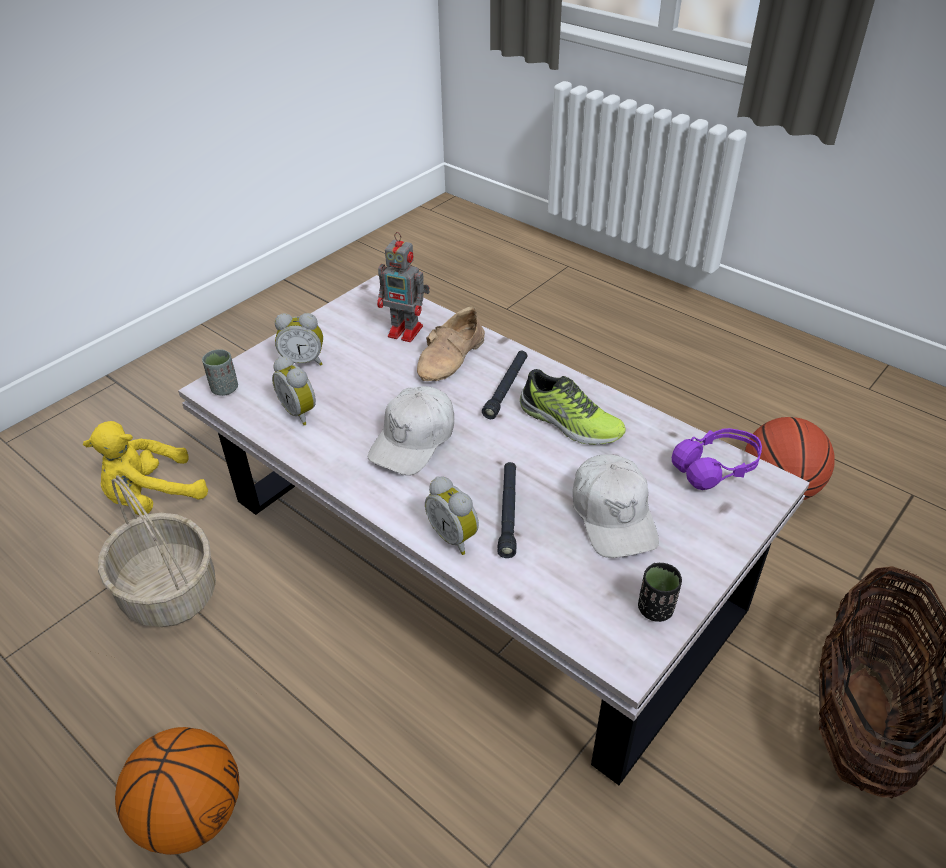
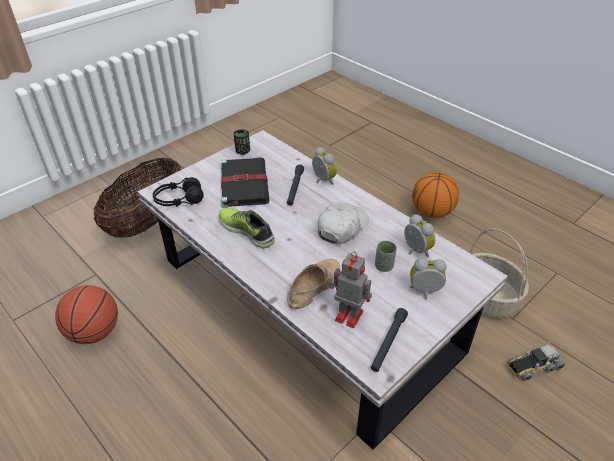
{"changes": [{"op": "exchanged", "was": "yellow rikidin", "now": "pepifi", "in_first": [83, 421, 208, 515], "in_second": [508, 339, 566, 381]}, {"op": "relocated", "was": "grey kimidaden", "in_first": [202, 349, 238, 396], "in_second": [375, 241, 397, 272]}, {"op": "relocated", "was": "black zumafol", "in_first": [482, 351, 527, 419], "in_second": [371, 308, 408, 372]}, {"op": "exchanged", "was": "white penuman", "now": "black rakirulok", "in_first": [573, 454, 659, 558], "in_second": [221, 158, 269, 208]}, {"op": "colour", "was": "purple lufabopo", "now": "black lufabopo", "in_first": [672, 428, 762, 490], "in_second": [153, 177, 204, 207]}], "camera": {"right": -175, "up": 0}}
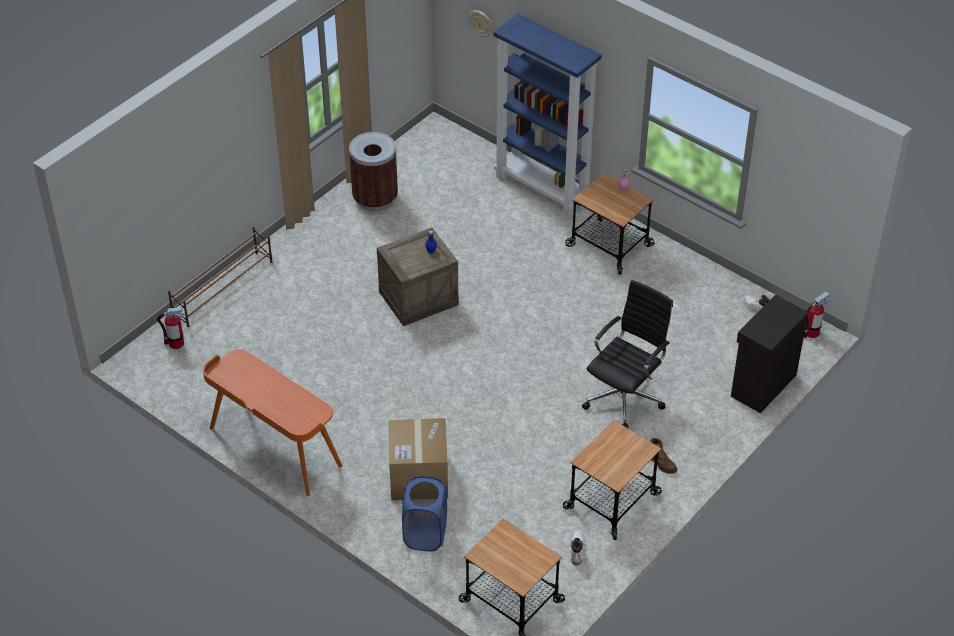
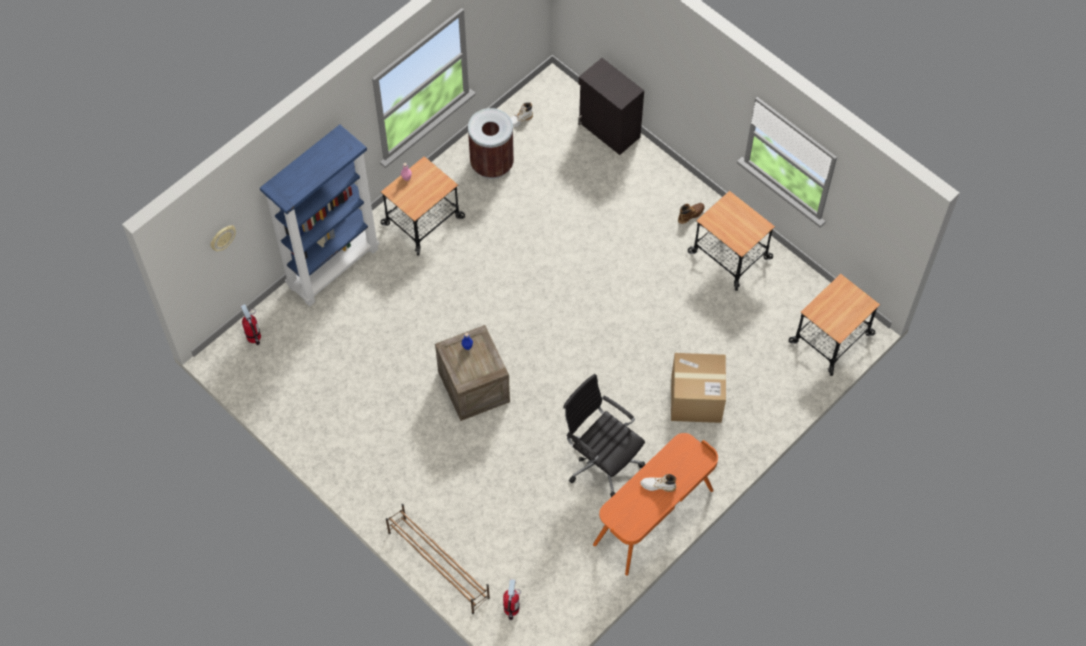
{"changes": [{"op": "relocated", "was": "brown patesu", "in_first": [349, 132, 398, 211], "in_second": [468, 108, 514, 179]}, {"op": "missing", "was": "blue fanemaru", "in_first": [402, 476, 447, 552]}, {"op": "relocated", "was": "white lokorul", "in_first": [570, 531, 585, 566], "in_second": [640, 474, 676, 492]}, {"op": "relocated", "was": "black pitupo", "in_first": [582, 280, 673, 429], "in_second": [563, 374, 645, 497]}, {"op": "relocated", "was": "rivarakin", "in_first": [804, 291, 830, 338], "in_second": [241, 304, 261, 345]}], "camera": {"right": -85, "up": 15}}
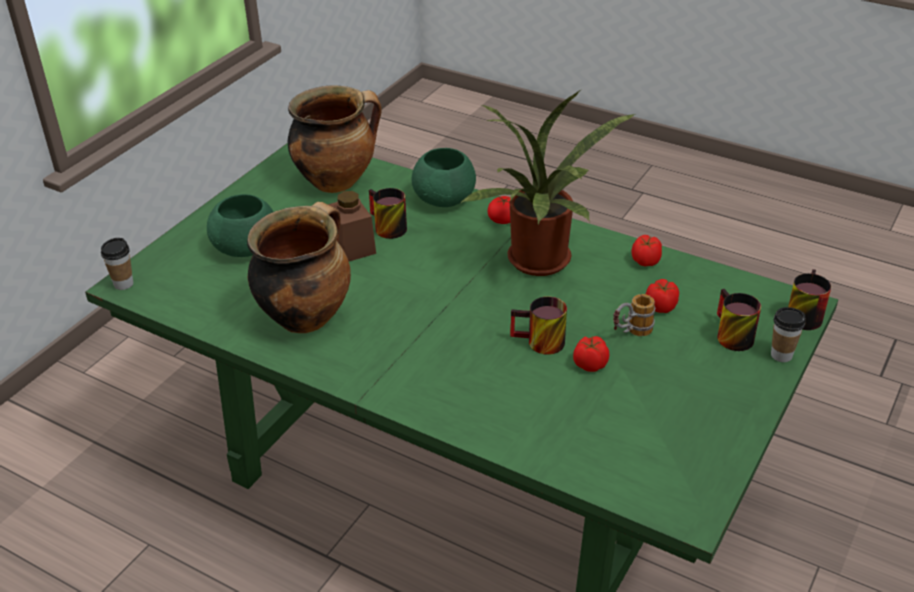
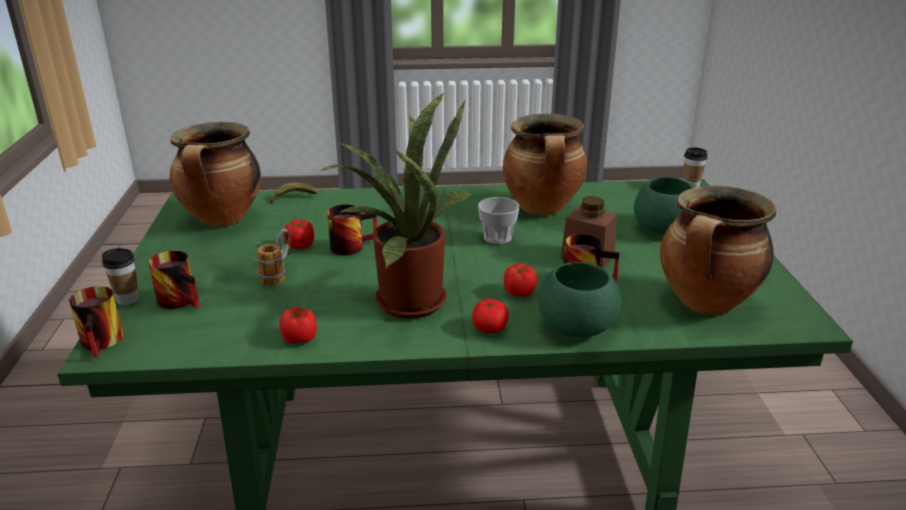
{"changes": [{"op": "relocated", "was": "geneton", "in_first": [646, 279, 679, 313], "in_second": [504, 263, 537, 297]}, {"op": "appeared", "now": "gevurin", "in_second": [170, 122, 261, 227]}, {"op": "appeared", "now": "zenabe", "in_second": [270, 183, 317, 204]}, {"op": "appeared", "now": "kimidaden", "in_second": [478, 197, 519, 244]}], "camera": {"right": 145, "up": -10}}
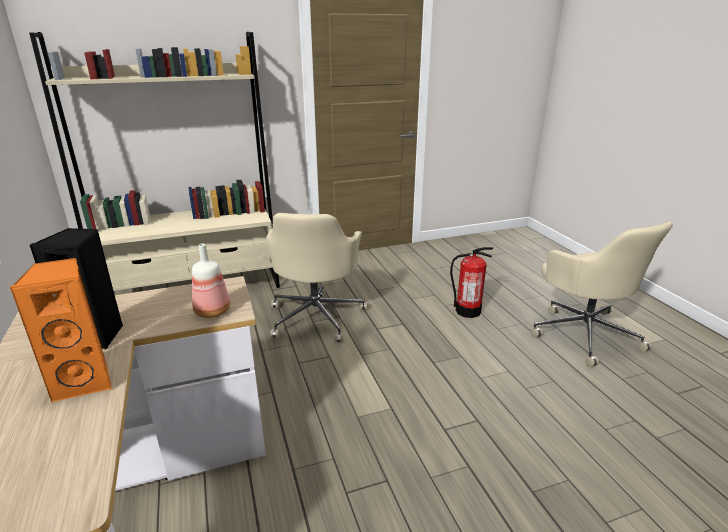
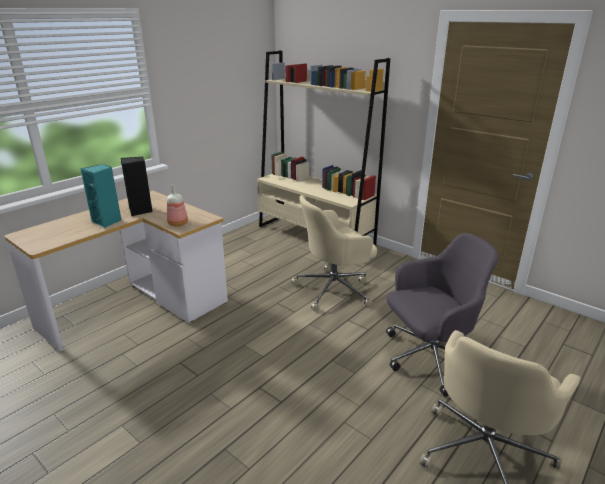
{"changes": [{"op": "colour", "was": "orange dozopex", "now": "turquoise dozopex", "in_first": [9, 258, 112, 402], "in_second": [80, 164, 122, 228]}, {"op": "exchanged", "was": "rivarakin", "now": "grey pitupo", "in_first": [450, 247, 493, 318], "in_second": [386, 233, 498, 397]}], "camera": {"right": 60, "up": 0}}
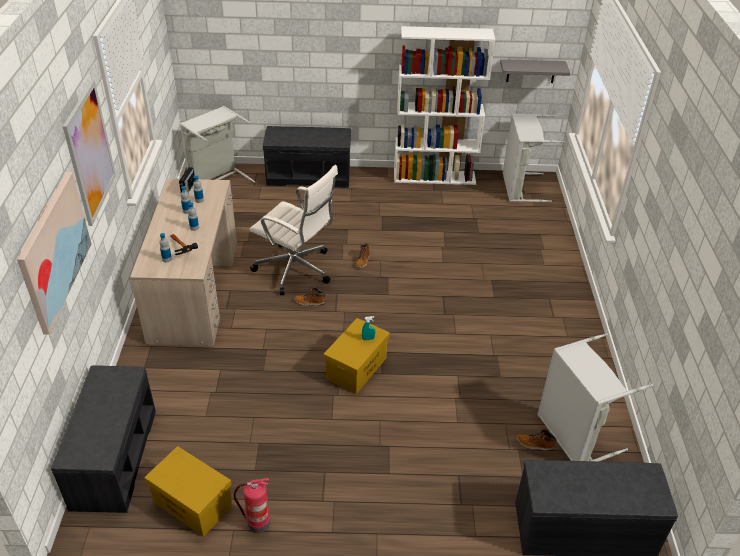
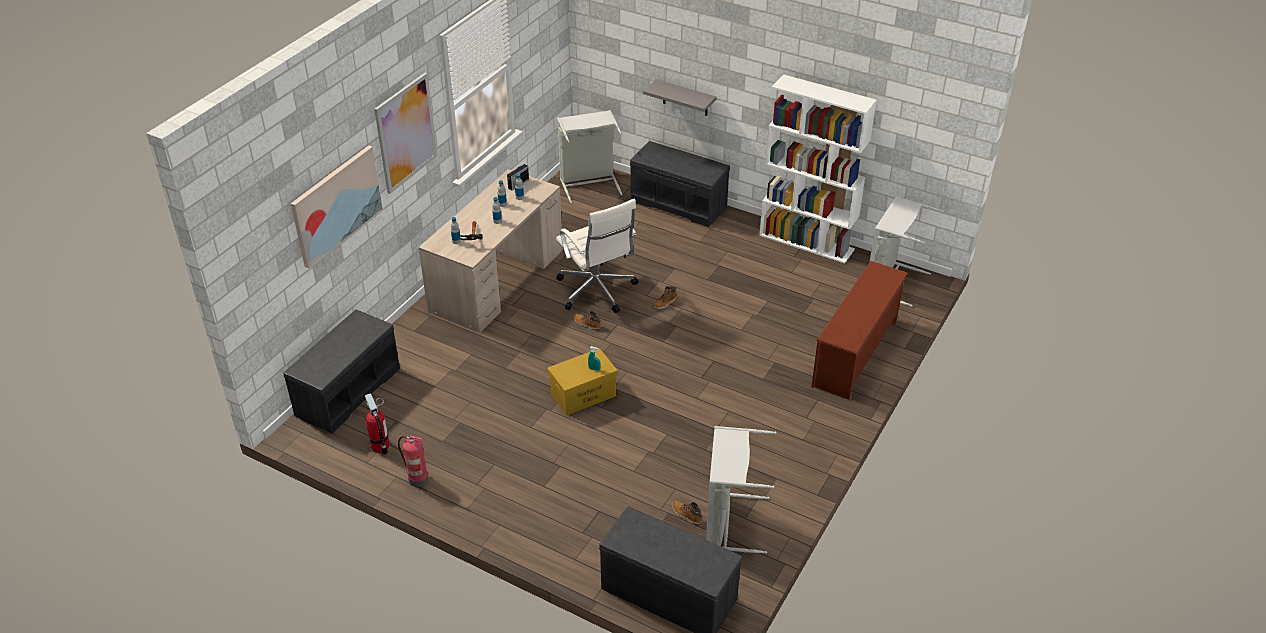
{"changes": [{"op": "exchanged", "was": "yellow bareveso", "now": "rivarakin", "in_first": [144, 446, 232, 537], "in_second": [365, 393, 390, 455]}, {"op": "relocated", "was": "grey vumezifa", "in_first": [500, 59, 570, 83], "in_second": [643, 79, 717, 116]}, {"op": "appeared", "now": "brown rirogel", "in_second": [811, 261, 908, 400]}], "camera": {"right": 30, "up": 0}}
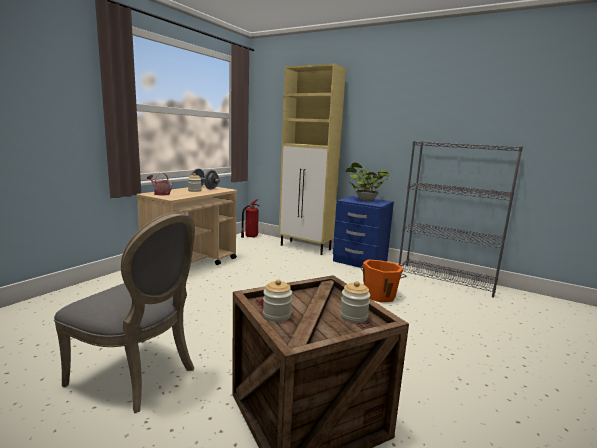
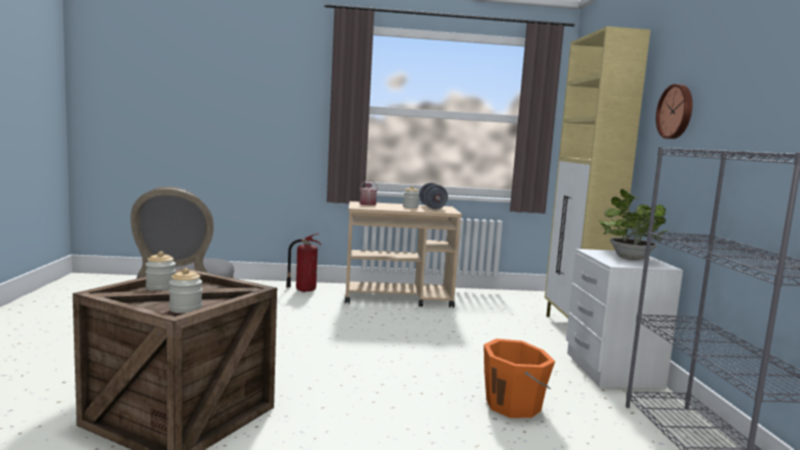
{"changes": [{"op": "relocated", "was": "rivarakin", "in_first": [241, 199, 259, 238], "in_second": [286, 233, 321, 292]}, {"op": "colour", "was": "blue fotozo", "now": "white fotozo", "in_first": [333, 196, 394, 268], "in_second": [566, 249, 683, 389]}, {"op": "appeared", "now": "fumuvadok", "in_second": [656, 84, 693, 139]}], "camera": {"right": 55, "up": -5}}
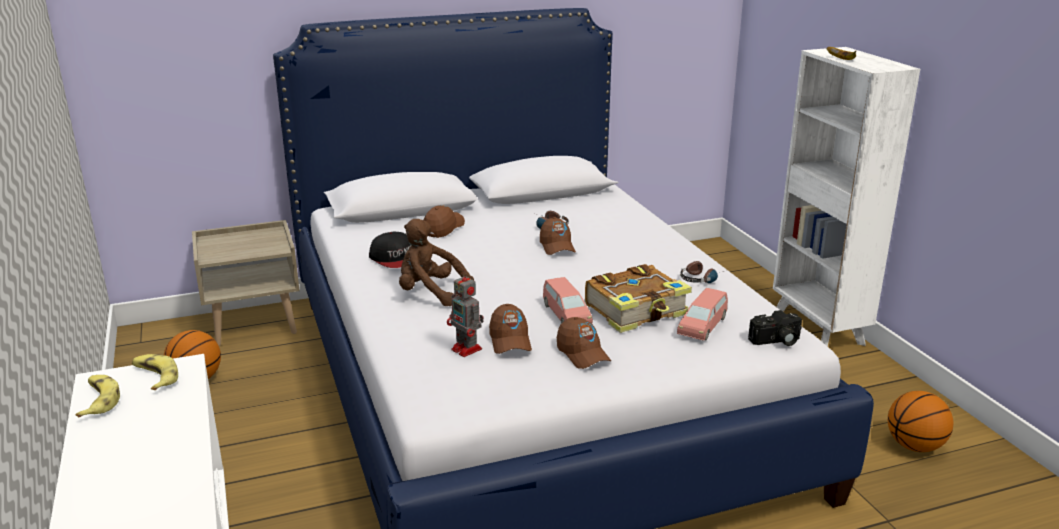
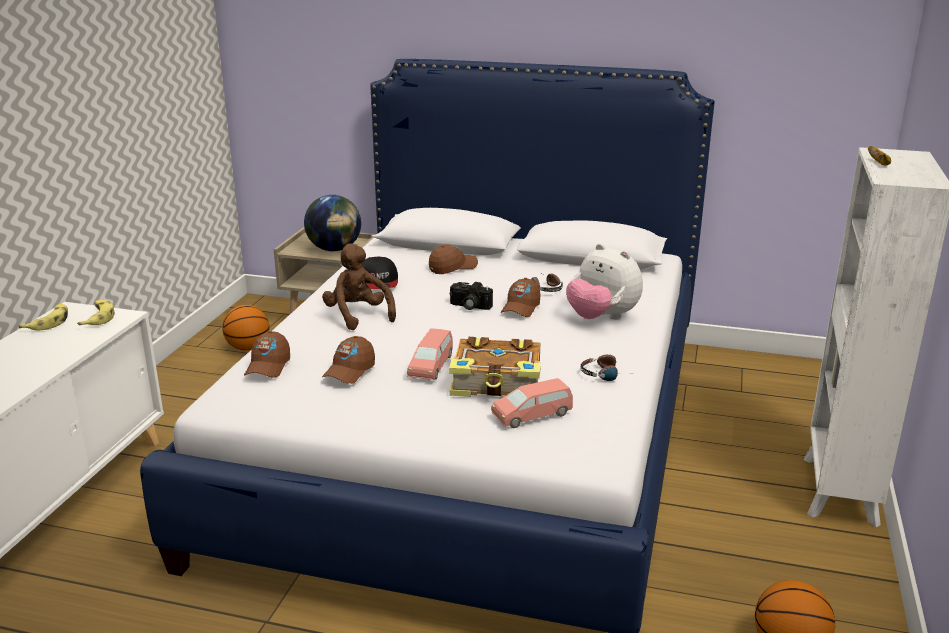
{"changes": [{"op": "missing", "was": "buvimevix", "in_first": [447, 270, 484, 357]}, {"op": "relocated", "was": "brown penuman", "in_first": [557, 317, 611, 369], "in_second": [244, 331, 290, 378]}, {"op": "relocated", "was": "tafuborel", "in_first": [748, 310, 802, 346], "in_second": [450, 282, 493, 310]}, {"op": "appeared", "now": "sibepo", "in_second": [304, 195, 361, 251]}, {"op": "appeared", "now": "rikidin", "in_second": [566, 244, 643, 320]}], "camera": {"right": 35, "up": 0}}
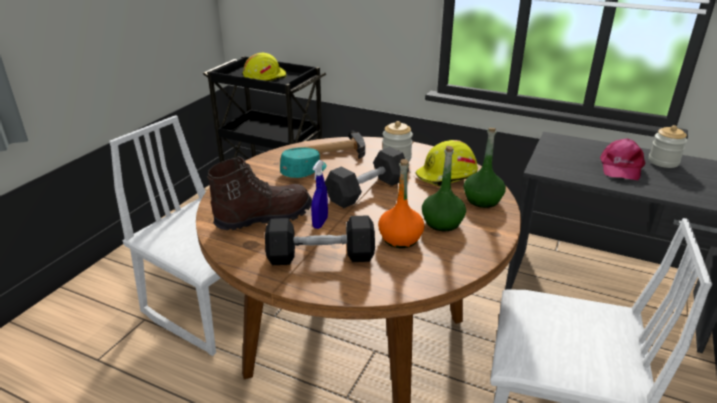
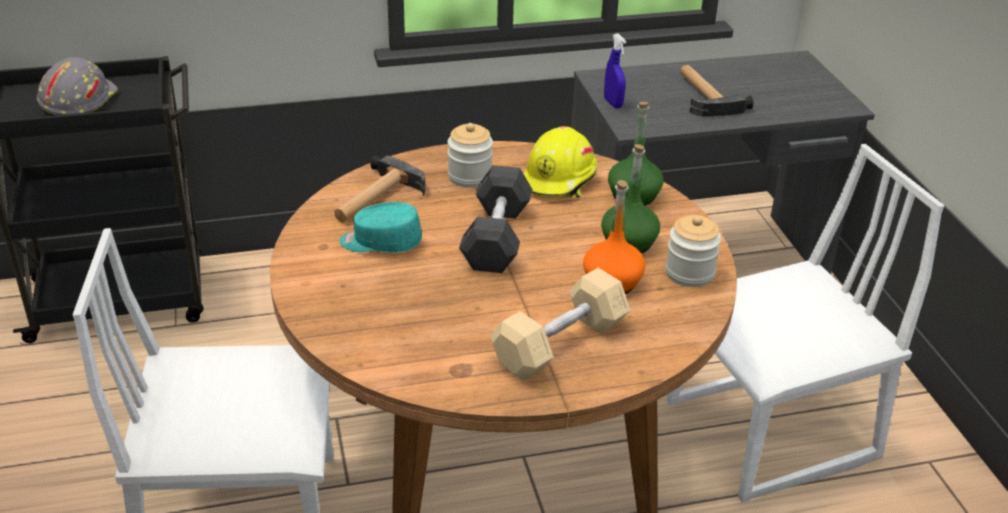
{"changes": [{"op": "missing", "was": "brown lokorul", "in_first": [207, 156, 312, 230]}, {"op": "colour", "was": "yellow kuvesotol", "now": "grey kuvesotol", "in_first": [243, 53, 286, 81], "in_second": [37, 57, 119, 116]}, {"op": "colour", "was": "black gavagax", "now": "beige gavagax", "in_first": [265, 215, 375, 265], "in_second": [491, 268, 630, 381]}, {"op": "spun", "was": "turquoise penuman", "in_first": [280, 147, 326, 178], "in_second": [340, 202, 422, 253], "clockwise": -90}, {"op": "relocated", "was": "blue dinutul", "in_first": [311, 160, 328, 229], "in_second": [604, 33, 626, 108]}, {"op": "exchanged", "was": "pink penuman", "now": "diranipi", "in_first": [600, 138, 645, 180], "in_second": [680, 65, 753, 117]}, {"op": "relocated", "was": "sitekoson", "in_first": [649, 125, 687, 168], "in_second": [665, 215, 721, 287]}], "camera": {"right": -40, "up": 5}}
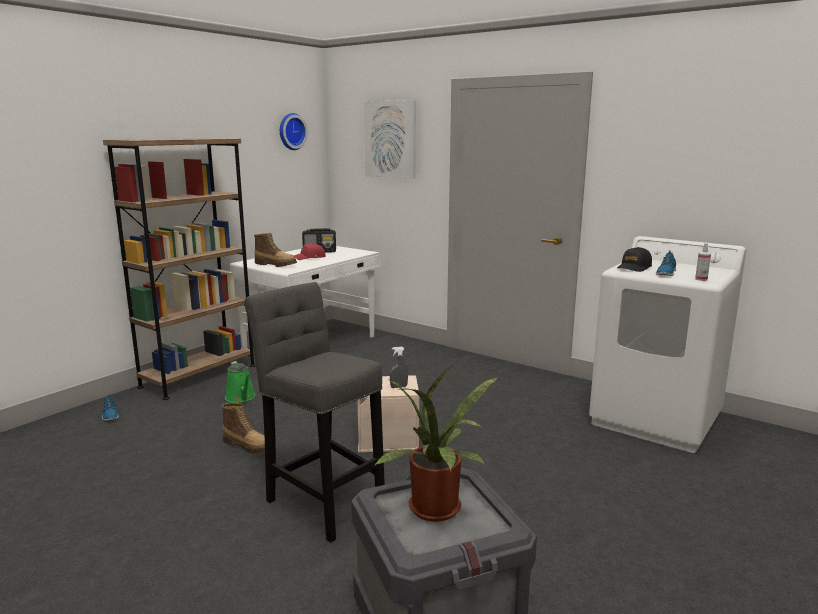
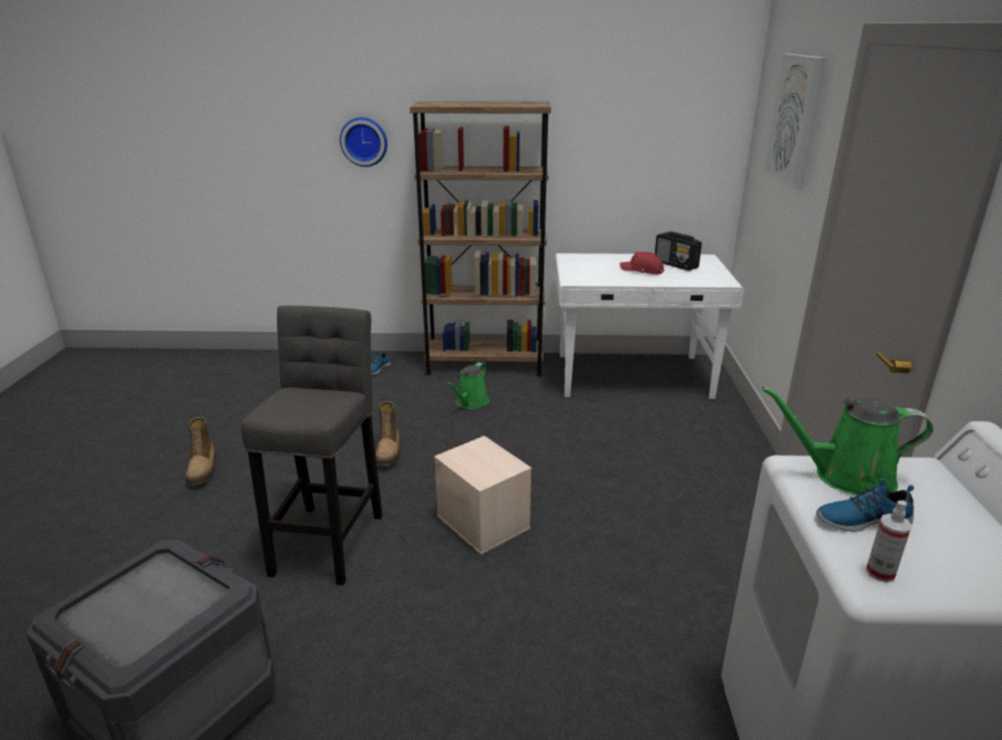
{"changes": [{"op": "relocated", "was": "lokorul", "in_first": [254, 233, 297, 267], "in_second": [186, 417, 216, 485]}, {"op": "relocated", "was": "fumuvadok", "in_first": [280, 113, 308, 150], "in_second": [340, 117, 387, 167]}, {"op": "missing", "was": "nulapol", "in_first": [374, 366, 499, 522]}, {"op": "missing", "was": "grey dinutul", "in_first": [390, 347, 408, 388]}, {"op": "exchanged", "was": "black penuman", "now": "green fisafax", "in_first": [617, 247, 652, 272], "in_second": [762, 386, 933, 496]}], "camera": {"right": 55, "up": 10}}
